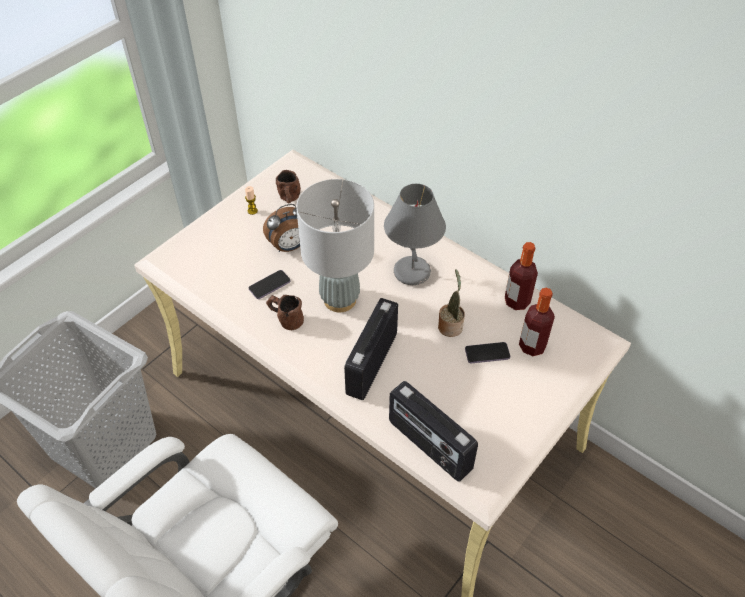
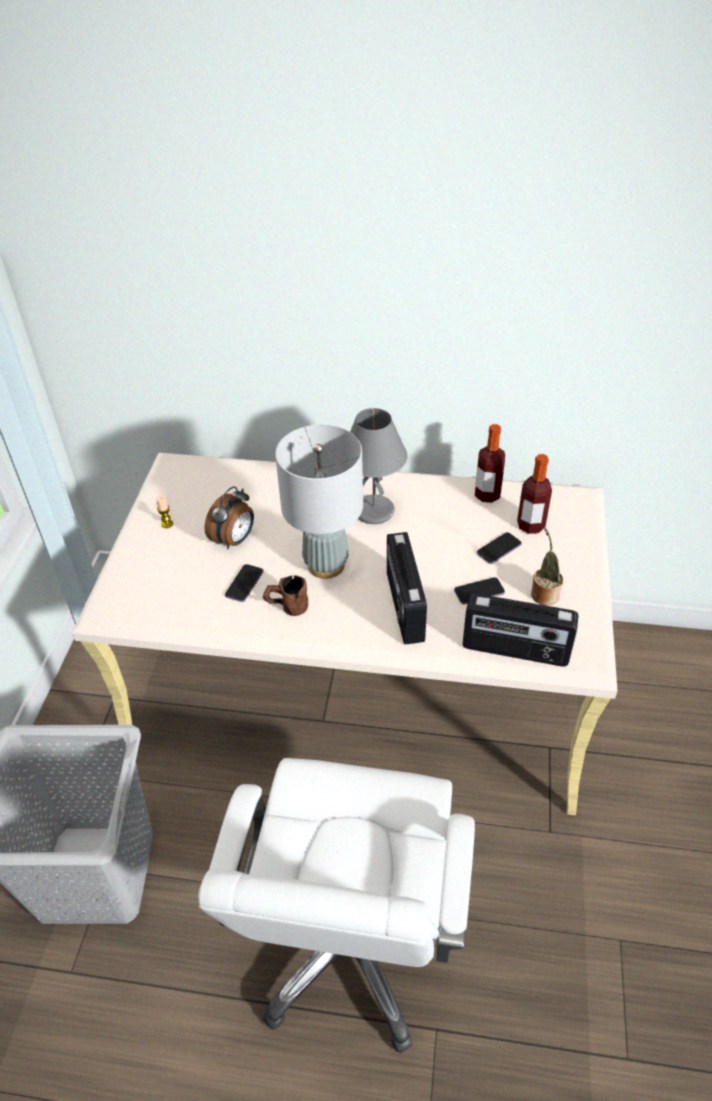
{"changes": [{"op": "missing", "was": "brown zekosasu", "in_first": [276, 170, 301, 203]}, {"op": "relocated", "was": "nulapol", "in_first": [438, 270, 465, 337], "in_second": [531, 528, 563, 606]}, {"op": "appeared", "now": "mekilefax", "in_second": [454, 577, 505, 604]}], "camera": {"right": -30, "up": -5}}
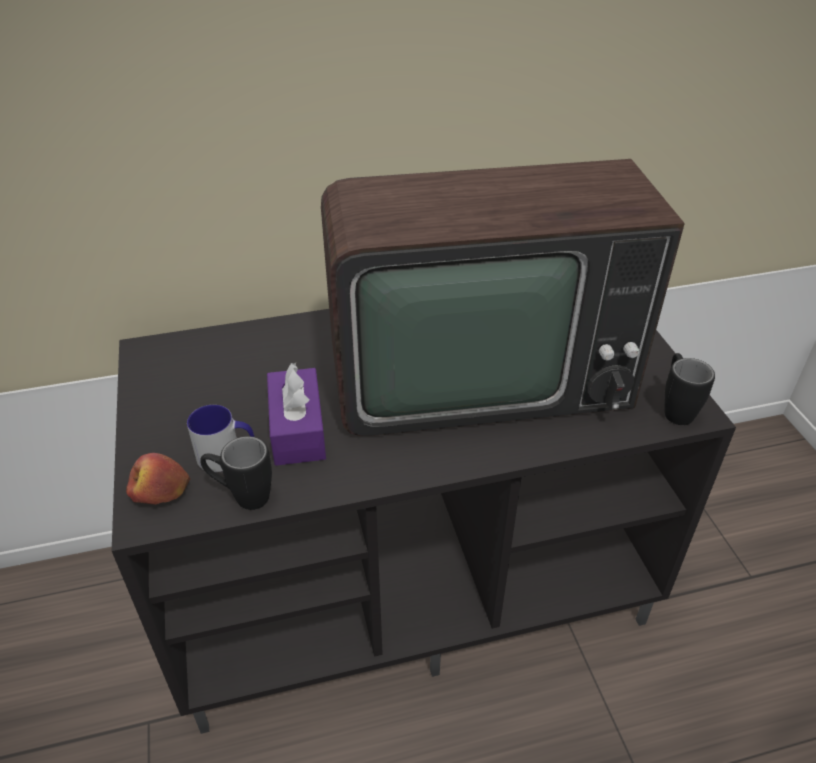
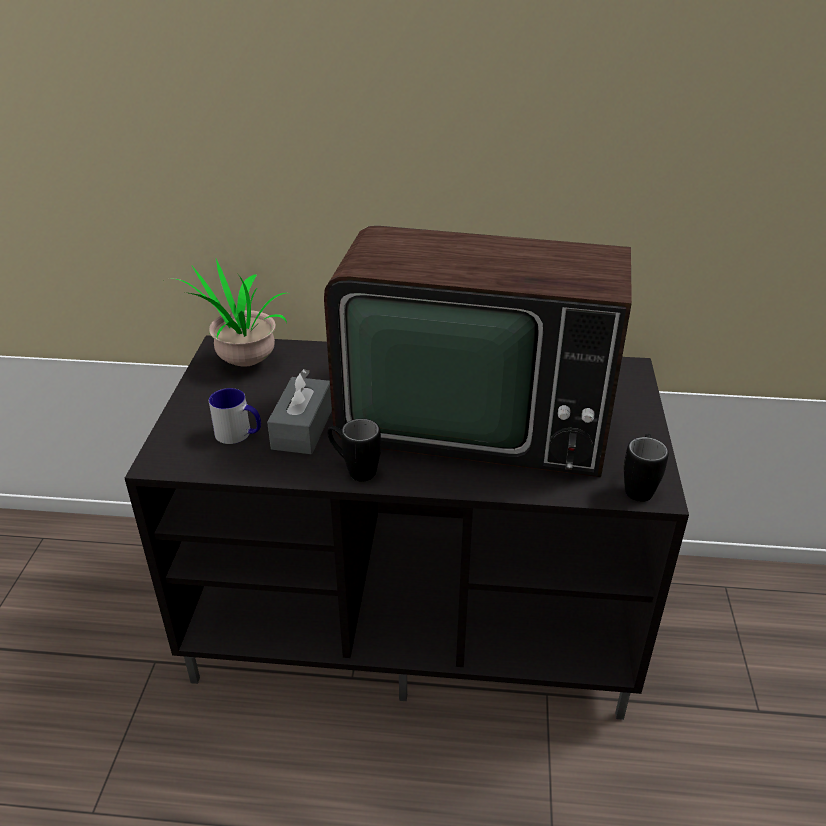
{"changes": [{"op": "missing", "was": "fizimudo", "in_first": [126, 453, 190, 504]}, {"op": "relocated", "was": "black zekosasu", "in_first": [200, 436, 272, 510], "in_second": [327, 419, 381, 481]}, {"op": "colour", "was": "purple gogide", "now": "grey gogide", "in_first": [267, 363, 326, 466], "in_second": [267, 369, 332, 454]}, {"op": "appeared", "now": "nulapol", "in_second": [176, 259, 287, 367]}], "camera": {"right": 20, "up": -5}}
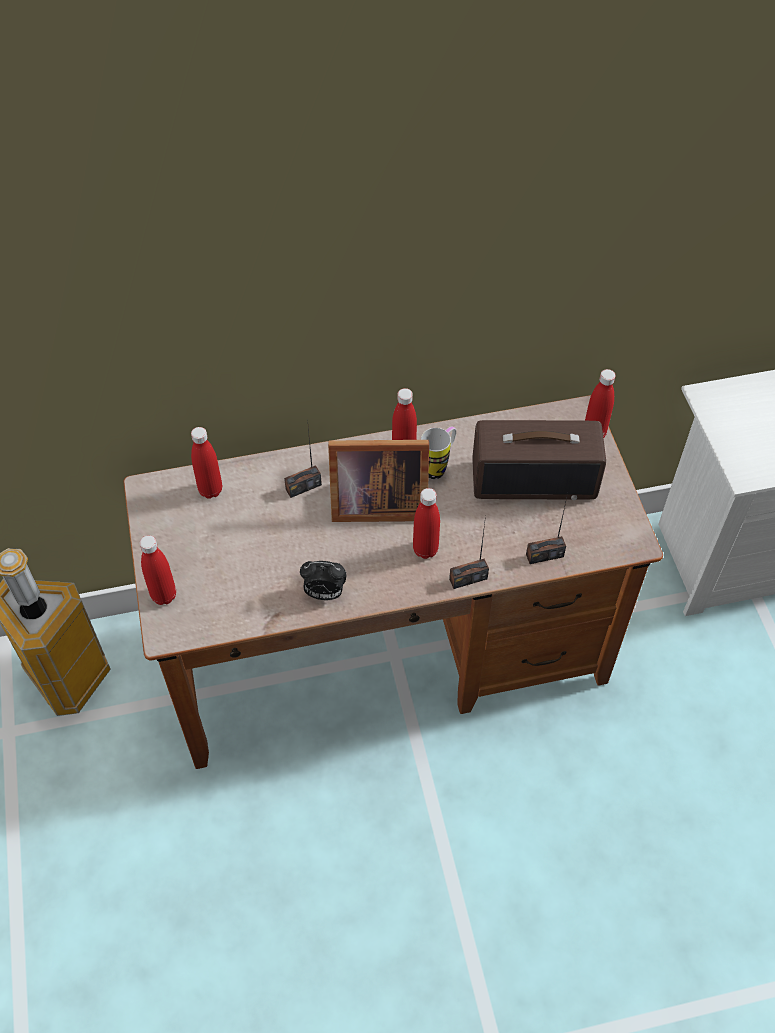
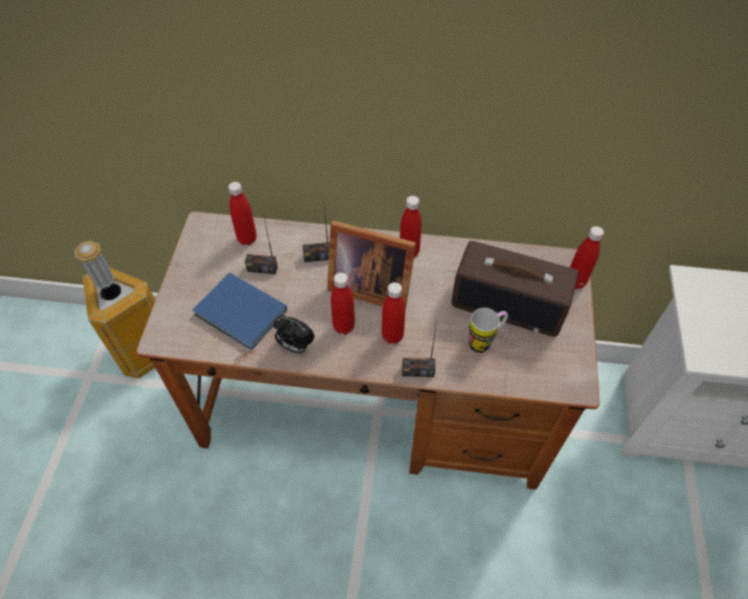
{"changes": [{"op": "relocated", "was": "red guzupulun", "in_first": [140, 535, 176, 605], "in_second": [331, 272, 355, 334]}, {"op": "relocated", "was": "zekosasu", "in_first": [421, 426, 456, 479], "in_second": [469, 308, 508, 353]}, {"op": "relocated", "was": "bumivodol", "in_first": [526, 493, 568, 564], "in_second": [245, 218, 278, 274]}, {"op": "appeared", "now": "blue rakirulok", "in_second": [193, 272, 287, 350]}], "camera": {"right": 20, "up": 0}}
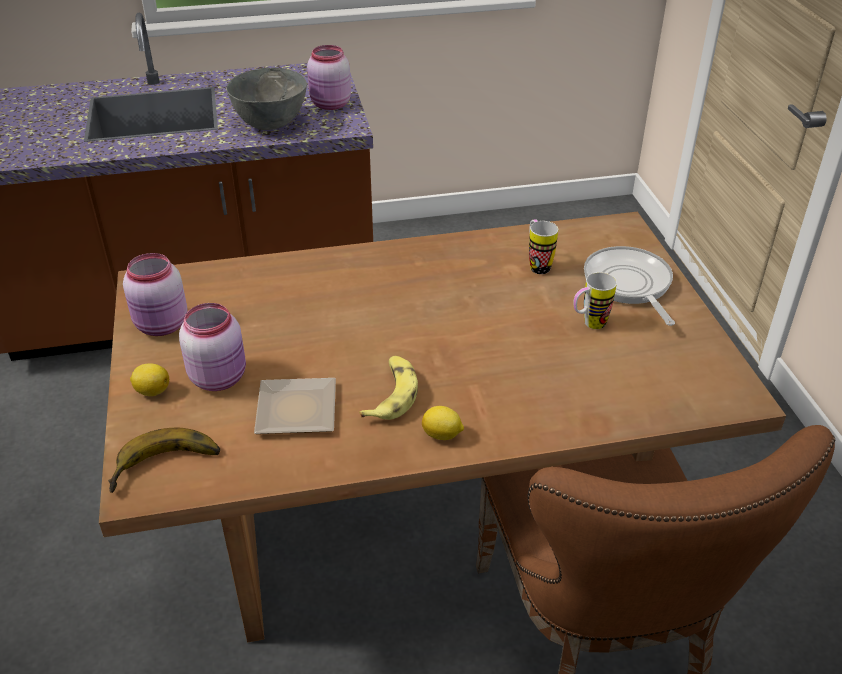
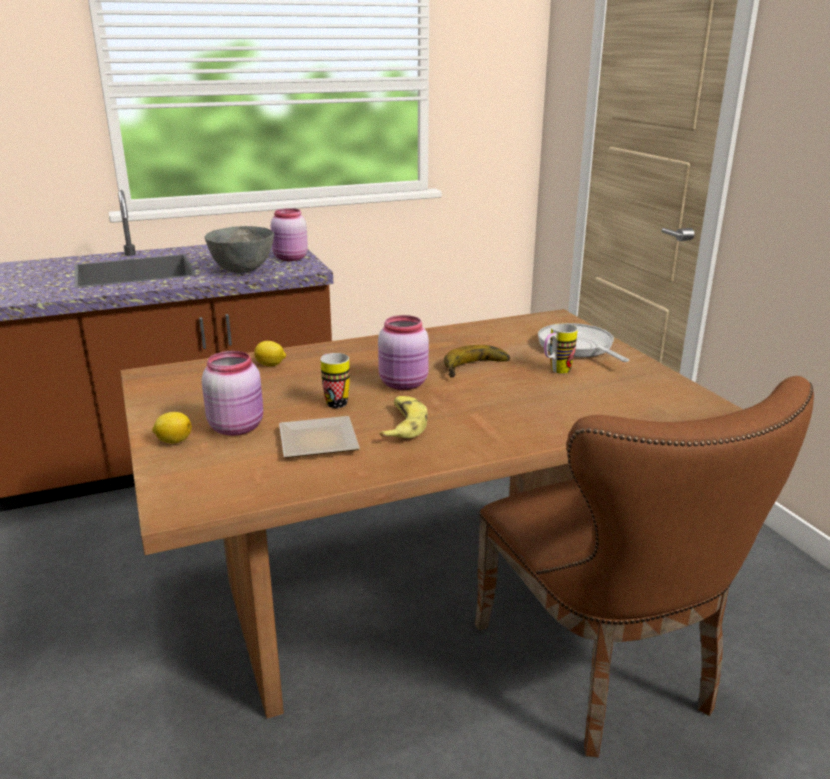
{"changes": [{"op": "relocated", "was": "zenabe", "in_first": [108, 428, 220, 493], "in_second": [444, 345, 510, 377]}, {"op": "relocated", "was": "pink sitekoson", "in_first": [123, 253, 188, 336], "in_second": [378, 315, 429, 390]}, {"op": "relocated", "was": "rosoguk", "in_first": [422, 406, 464, 440], "in_second": [254, 341, 286, 366]}, {"op": "relocated", "was": "zekosasu", "in_first": [529, 219, 558, 274], "in_second": [320, 353, 350, 408]}], "camera": {"right": -10, "up": -15}}
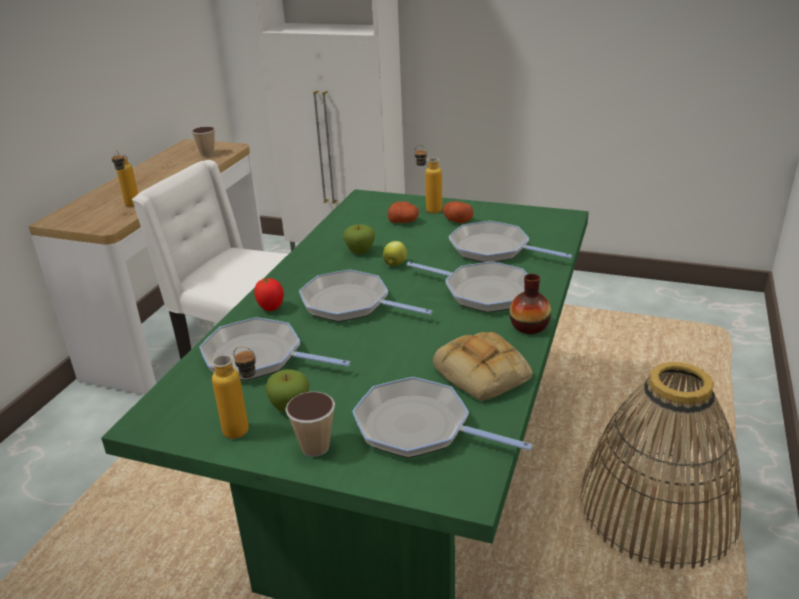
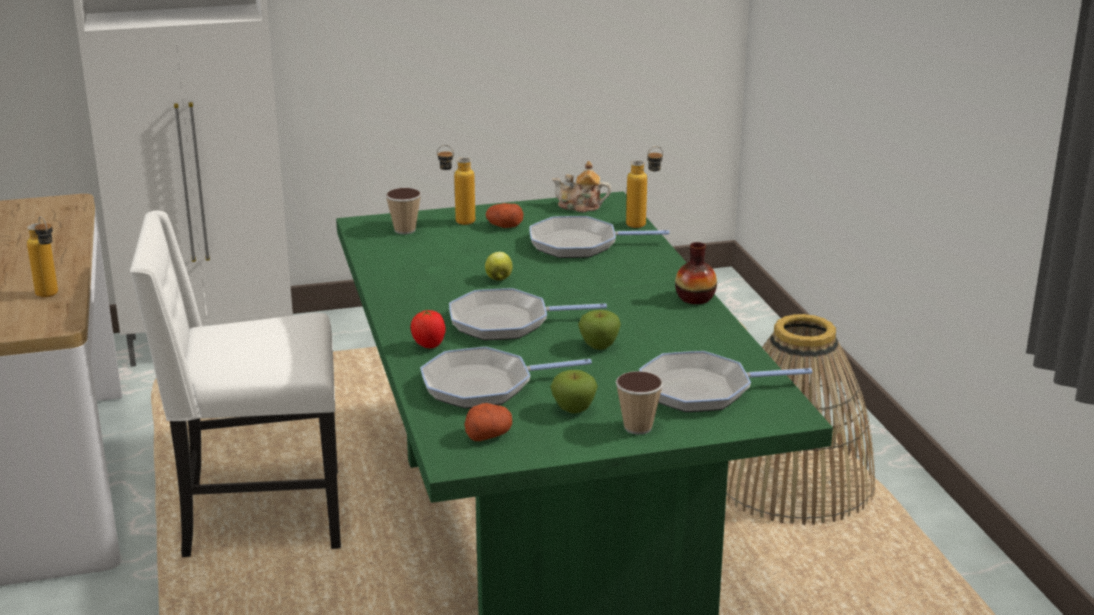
{"changes": [{"op": "relocated", "was": "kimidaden", "in_first": [192, 126, 215, 156], "in_second": [386, 188, 421, 234]}, {"op": "relocated", "was": "guzupulun", "in_first": [212, 346, 256, 439], "in_second": [626, 146, 663, 228]}, {"op": "relocated", "was": "fizimudo", "in_first": [343, 224, 375, 254], "in_second": [578, 310, 621, 350]}, {"op": "relocated", "was": "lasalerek", "in_first": [388, 201, 419, 223], "in_second": [465, 403, 512, 441]}, {"op": "missing", "was": "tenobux", "in_first": [407, 261, 527, 313]}, {"op": "missing", "was": "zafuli", "in_first": [433, 332, 532, 401]}, {"op": "appeared", "now": "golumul", "in_second": [552, 161, 611, 212]}], "camera": {"right": -35, "up": -5}}
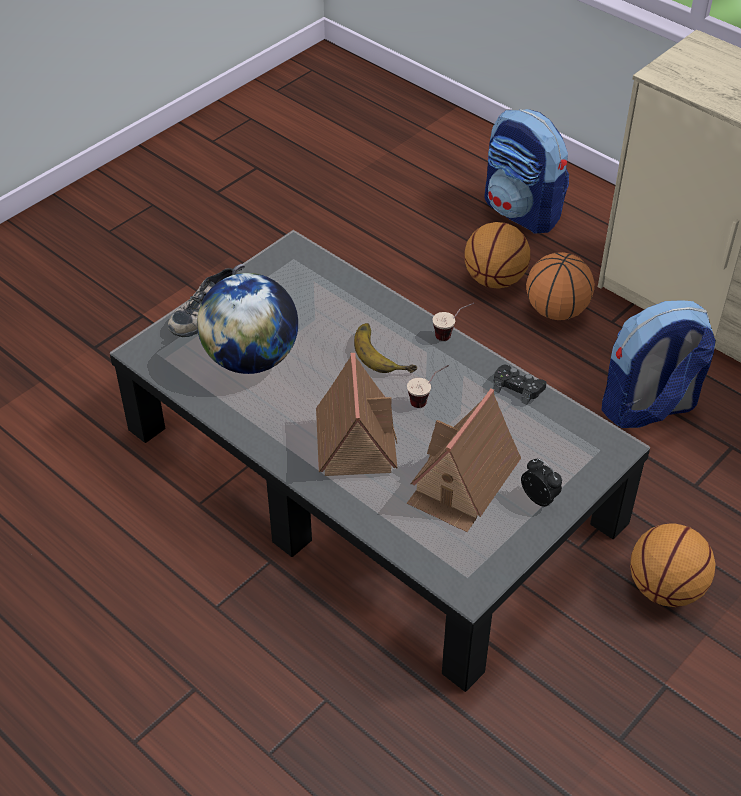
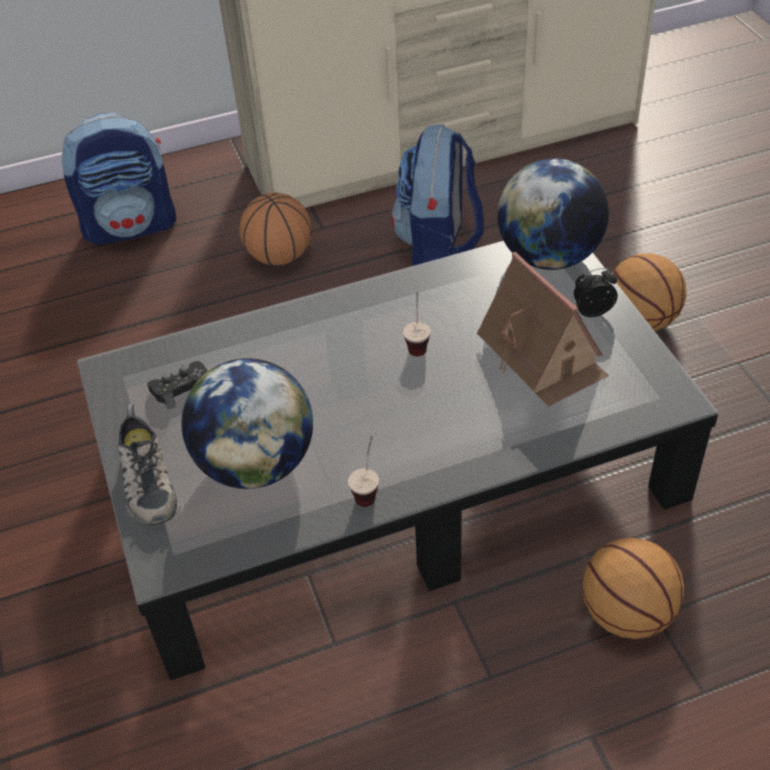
{"changes": [{"op": "missing", "was": "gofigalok", "in_first": [316, 353, 397, 476]}, {"op": "missing", "was": "zenabe", "in_first": [354, 323, 417, 373]}, {"op": "relocated", "was": "kimidaden", "in_first": [433, 303, 474, 341], "in_second": [348, 436, 379, 507]}, {"op": "relocated", "was": "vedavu", "in_first": [464, 222, 530, 289], "in_second": [582, 537, 684, 639]}, {"op": "relocated", "was": "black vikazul", "in_first": [494, 365, 547, 405], "in_second": [147, 361, 208, 410]}, {"op": "appeared", "now": "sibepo", "in_second": [497, 158, 609, 270]}], "camera": {"right": -60, "up": 0}}
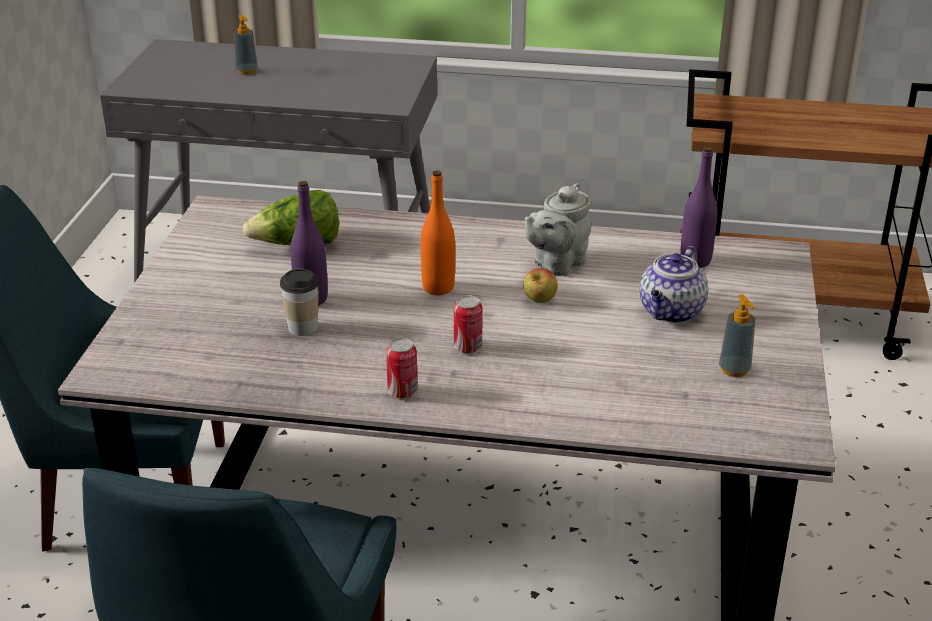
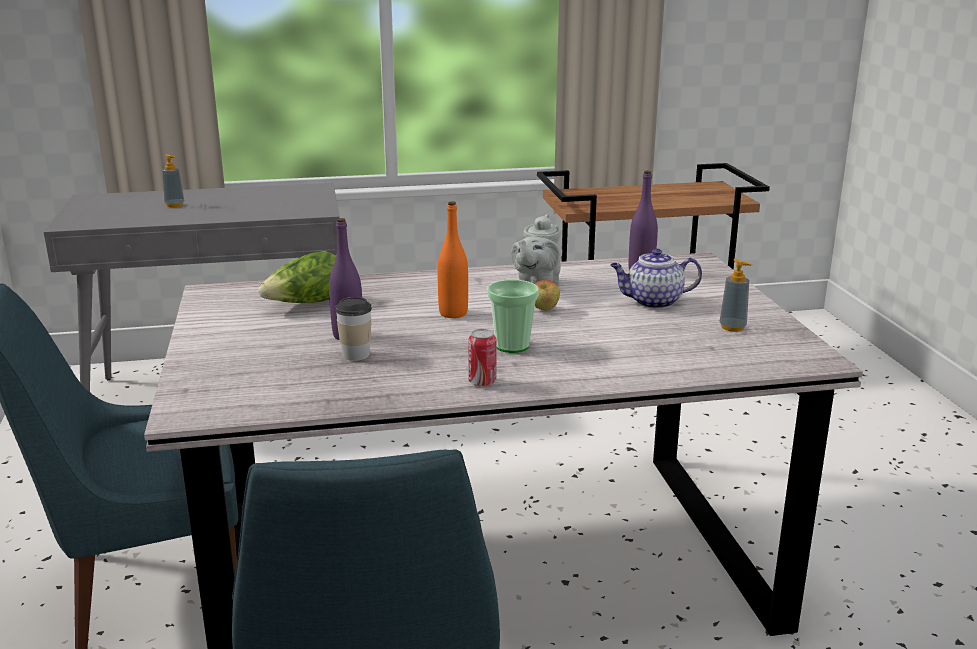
{"changes": [{"op": "exchanged", "was": "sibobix", "now": "kimidaden", "in_first": [453, 295, 483, 353], "in_second": [488, 280, 539, 353]}, {"op": "spun", "was": "golumul", "in_first": [640, 246, 708, 323], "in_second": [610, 249, 702, 309], "clockwise": 75}], "camera": {"right": -20, "up": -10}}
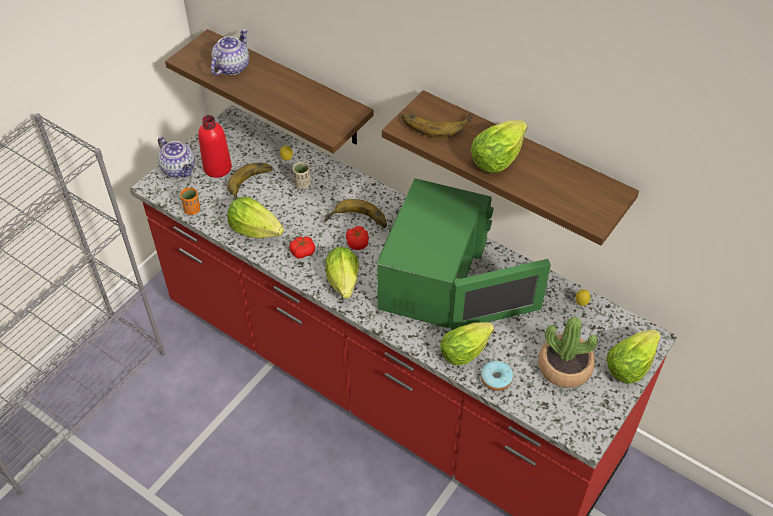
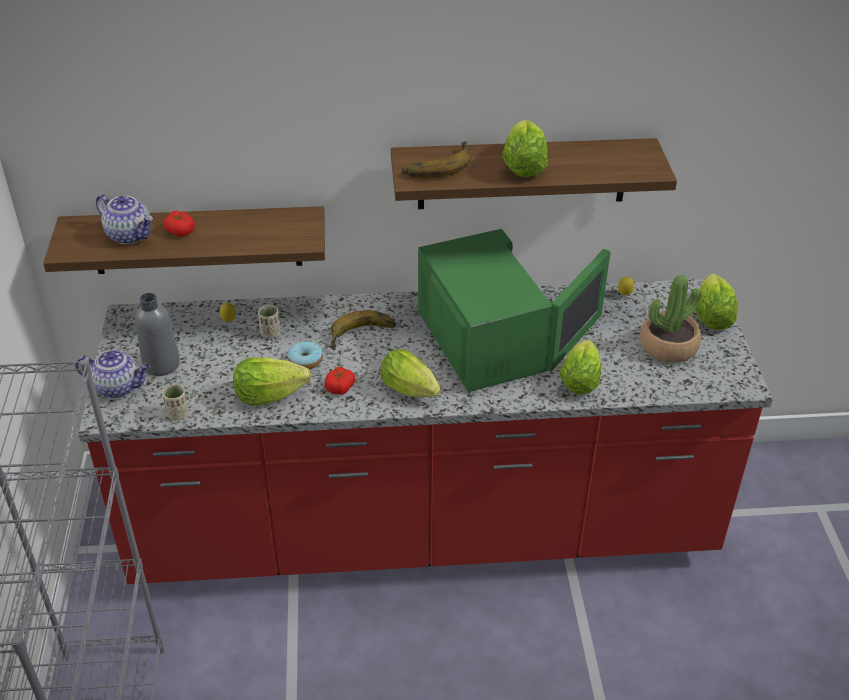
{"changes": [{"op": "colour", "was": "orange kimidaden", "now": "beige kimidaden", "in_first": [180, 188, 200, 215], "in_second": [162, 384, 189, 420]}, {"op": "colour", "was": "red guzupulun", "now": "grey guzupulun", "in_first": [198, 115, 232, 178], "in_second": [135, 293, 180, 376]}, {"op": "spun", "was": "golumul", "in_first": [211, 29, 249, 76], "in_second": [96, 194, 153, 244], "clockwise": 135}, {"op": "missing", "was": "zenabe", "in_first": [227, 163, 273, 199]}, {"op": "relocated", "was": "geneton", "in_first": [346, 226, 369, 250], "in_second": [163, 211, 195, 236]}, {"op": "relocated", "was": "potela", "in_first": [481, 361, 513, 391], "in_second": [287, 341, 323, 369]}], "camera": {"right": -40, "up": -10}}
